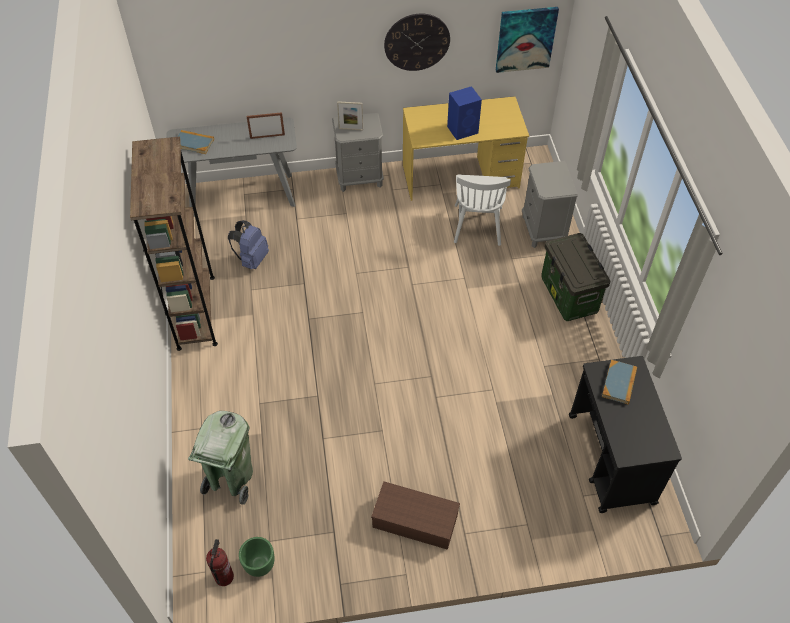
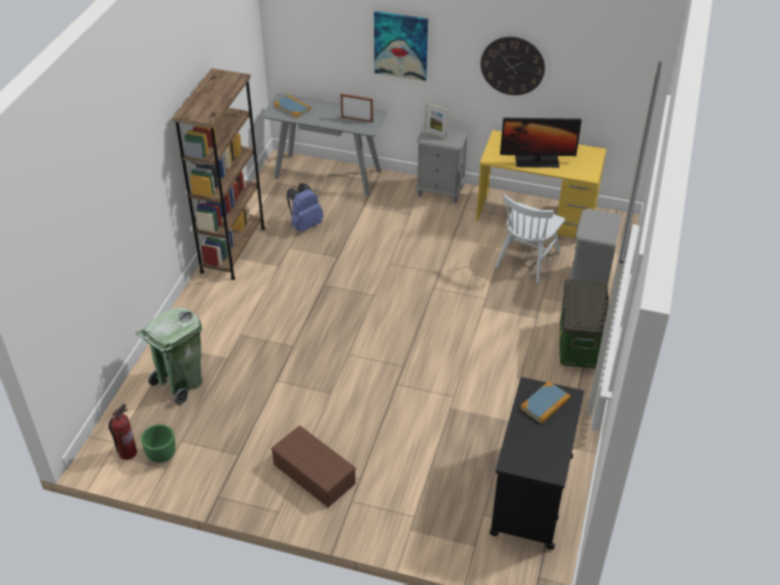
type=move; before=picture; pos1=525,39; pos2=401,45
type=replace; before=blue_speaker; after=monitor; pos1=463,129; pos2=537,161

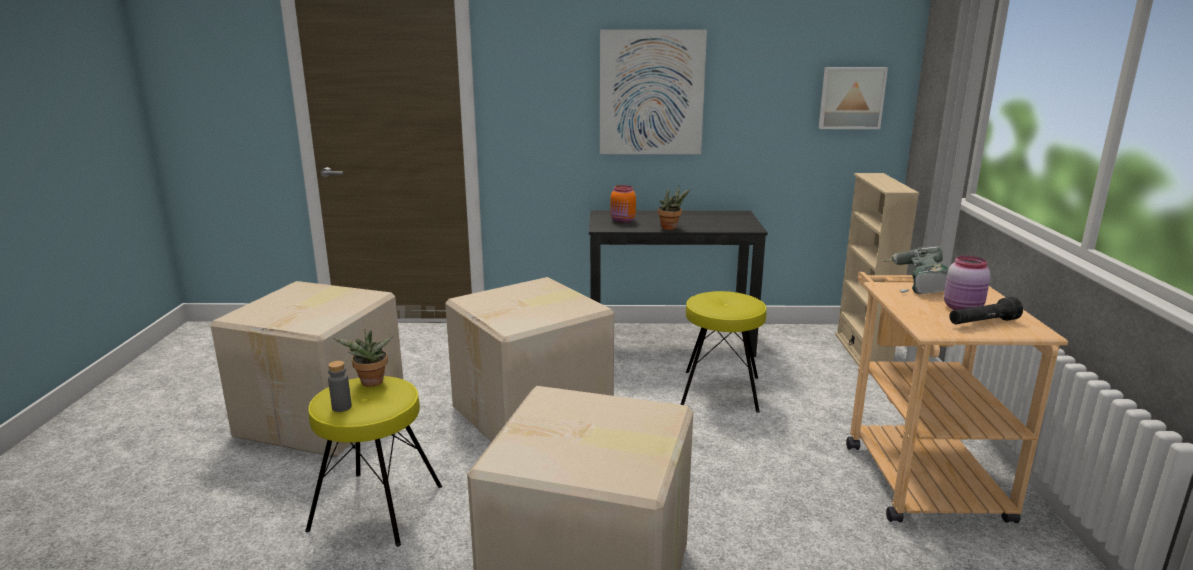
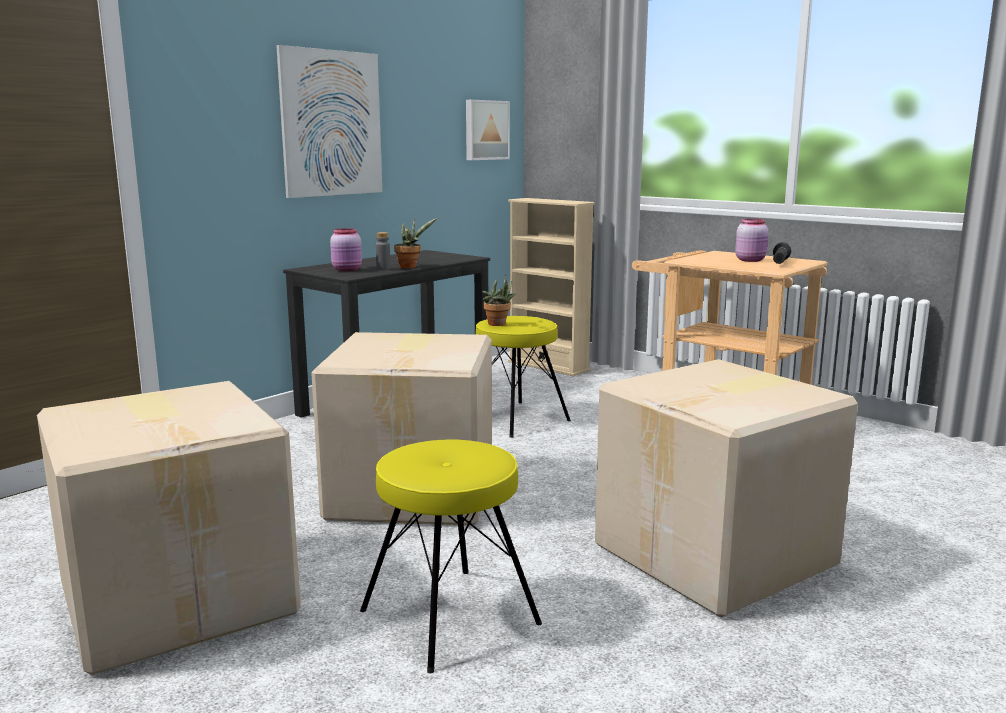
type=recolor; before=orange_jar; after=pink_jar; pos1=623,220; pos2=347,270
type=move; before=grey_bottle; pos1=341,407; pos2=383,269
type=move; before=potted_plant; pos1=371,383; pos2=498,324
type=delete; before=power_drill; pos1=916,283

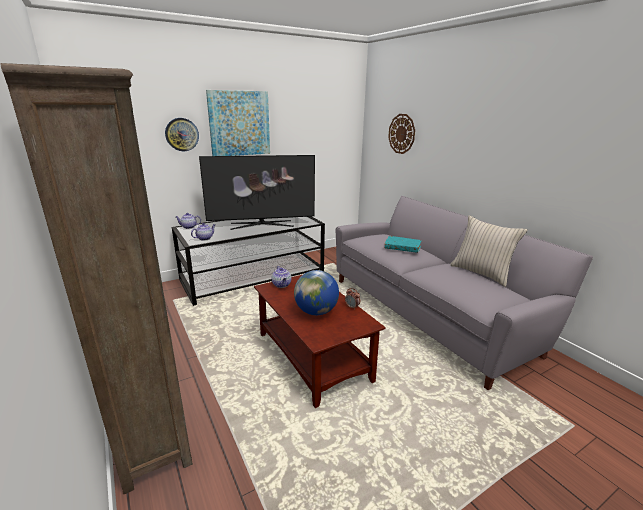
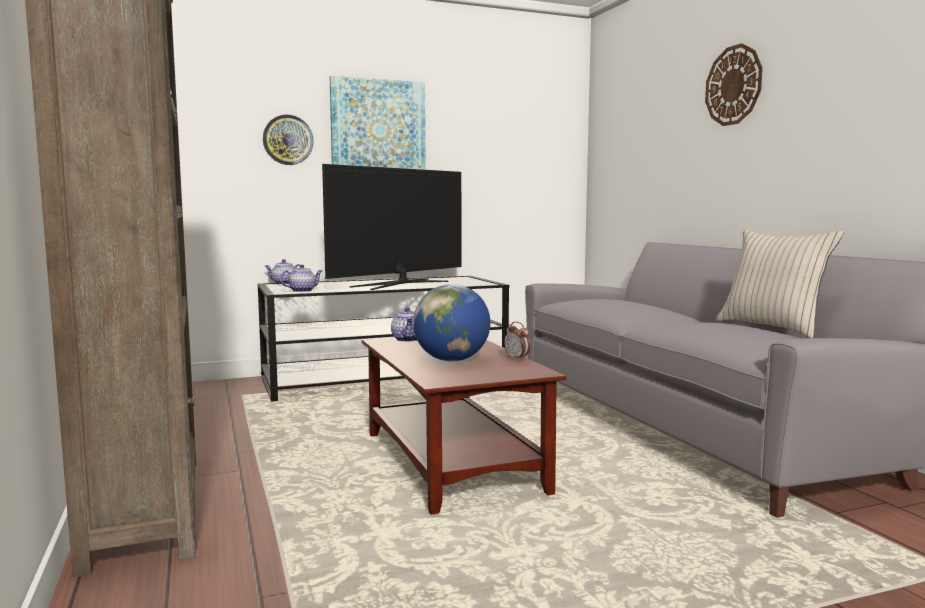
type=rotate; before=television; pos1=261,224; pos2=401,284; turn=135
type=move; before=wall_clock; pos1=401,134; pos2=733,85
type=delete; before=turquoise_book; pos1=402,248

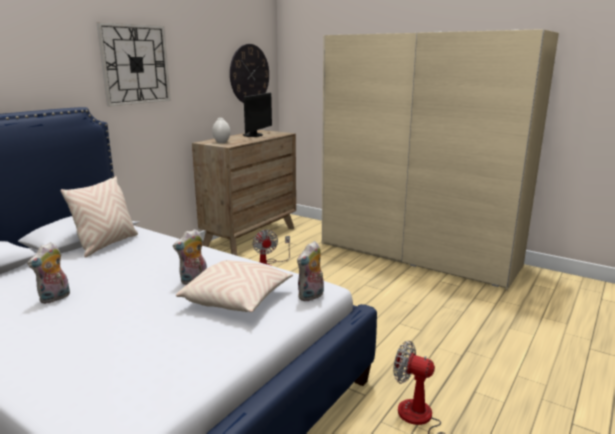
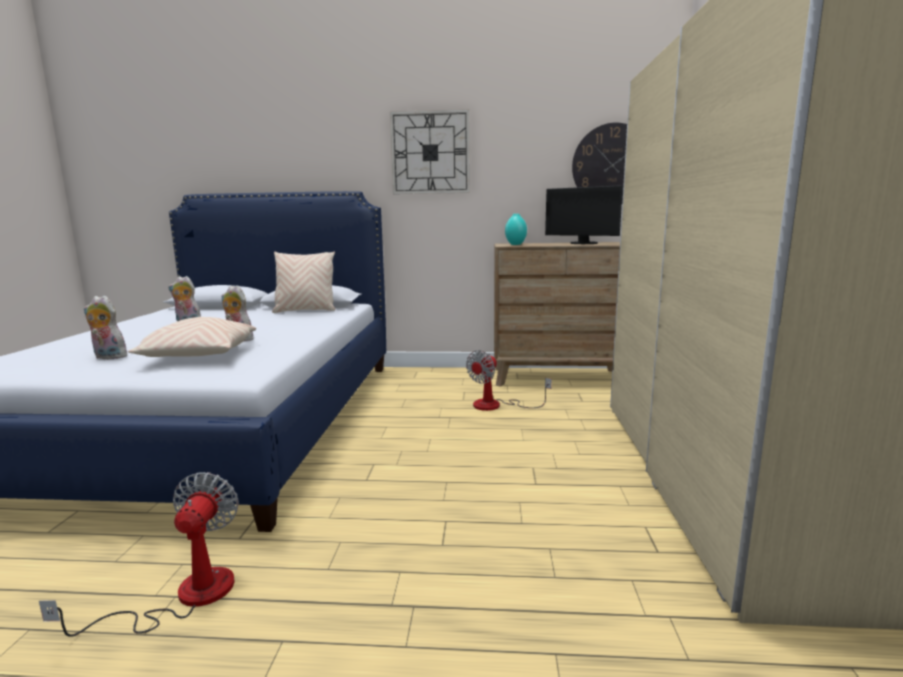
type=move; before=plush_toy; pos1=311,296; pos2=108,357
type=recolor; before=white_vase; after=turquoise_vase; pos1=221,142; pos2=515,244
type=rotate; before=monitor; pos1=255,135; pos2=582,243; turn=45

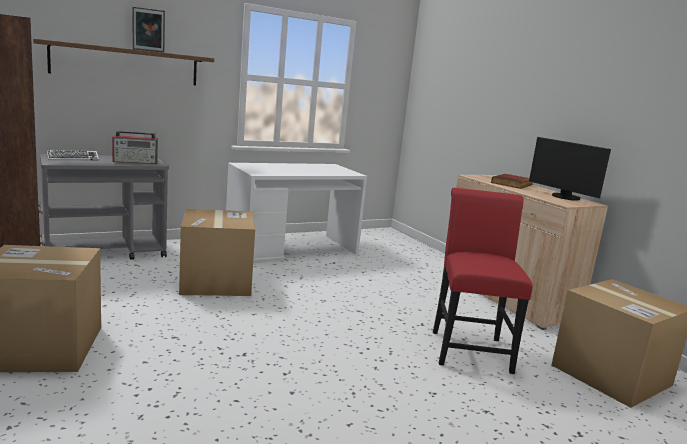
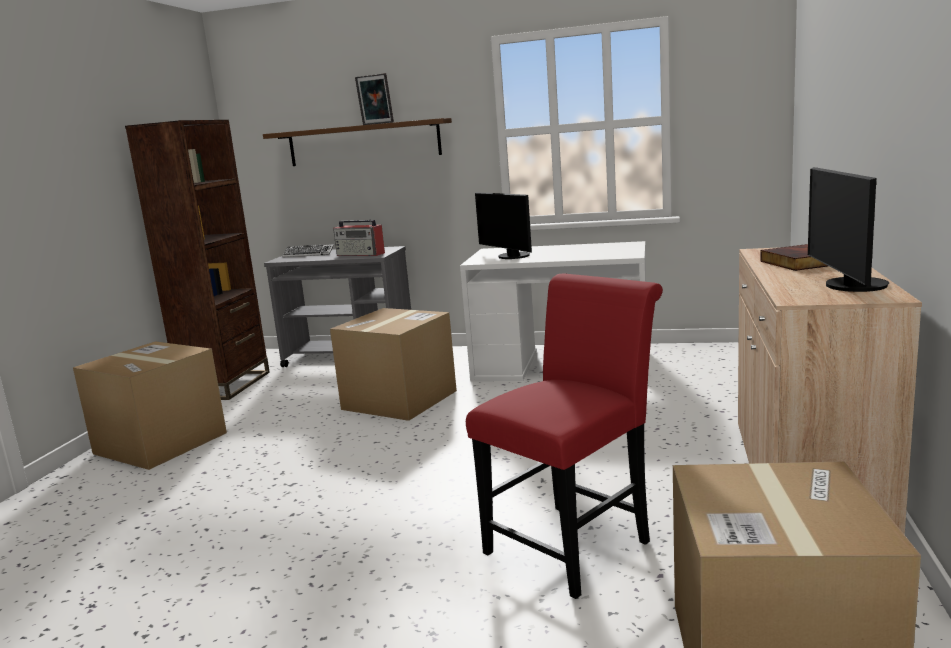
type=insert; after=monitor; pos2=511,256

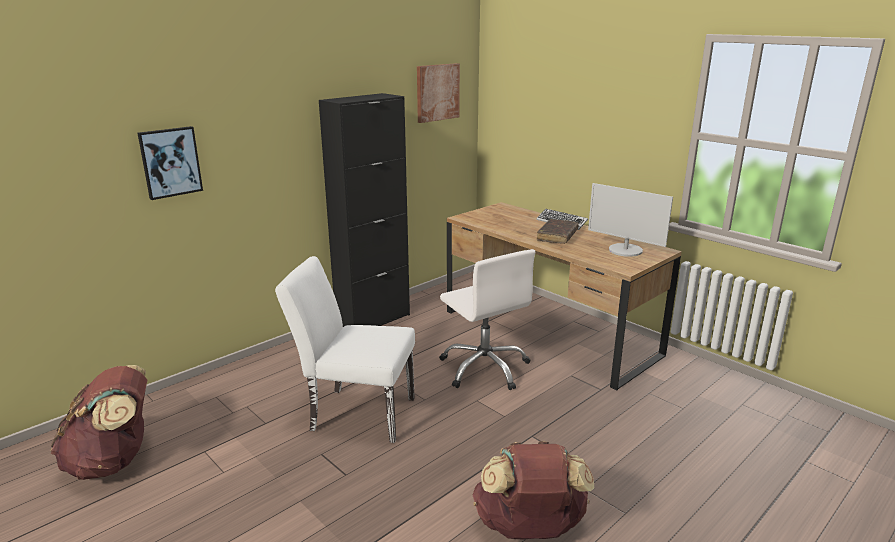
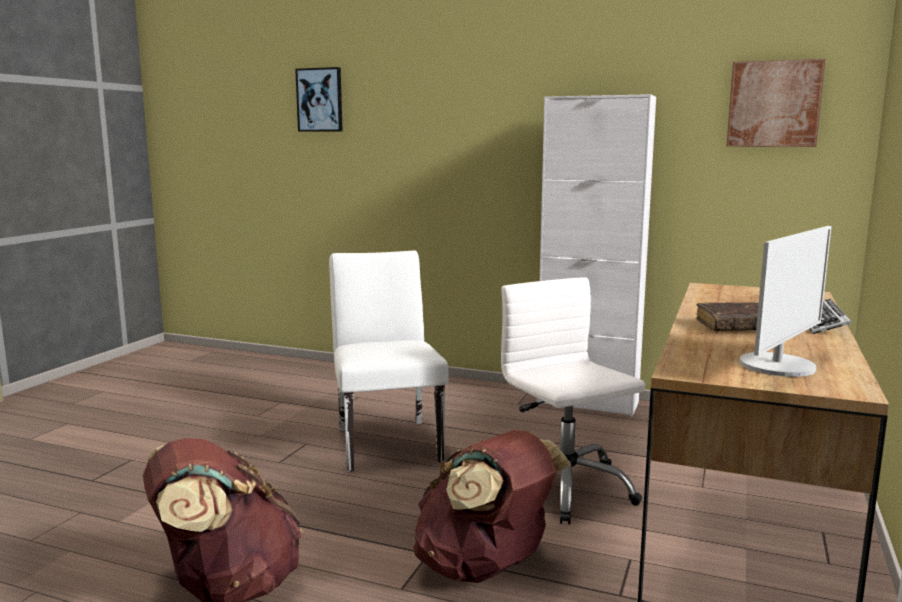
type=move; before=picture; pos1=170,162; pos2=320,100
type=move; before=brown_backpack; pos1=114,461; pos2=485,568
type=rotate; before=white_office_chair; pos1=485,368; pos2=564,488; turn=120
type=recolor; before=black_cabinet; after=white_cabinet; pos1=373,320; pos2=587,403
type=rotate; before=monitor; pos1=625,250; pos2=778,365; turn=-150

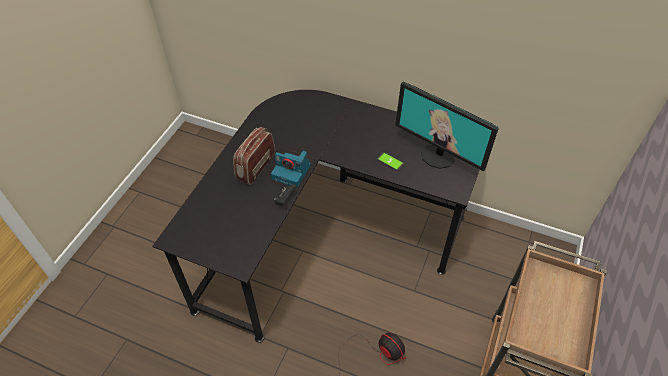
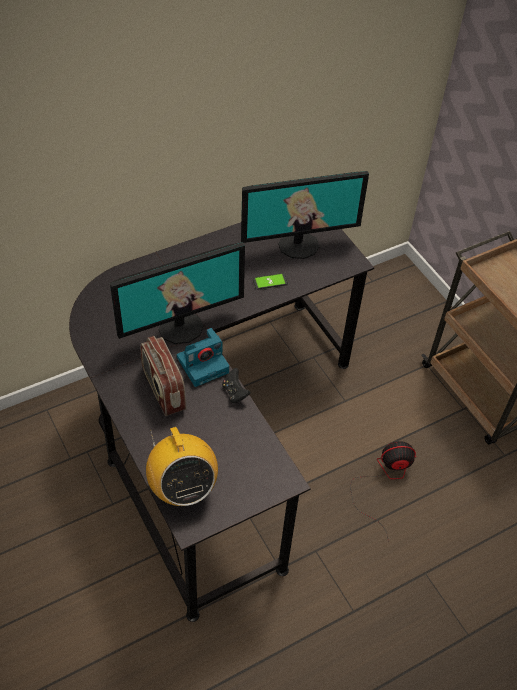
type=insert; after=monitor; pos2=180,327
type=insert; after=radio; pos2=182,488

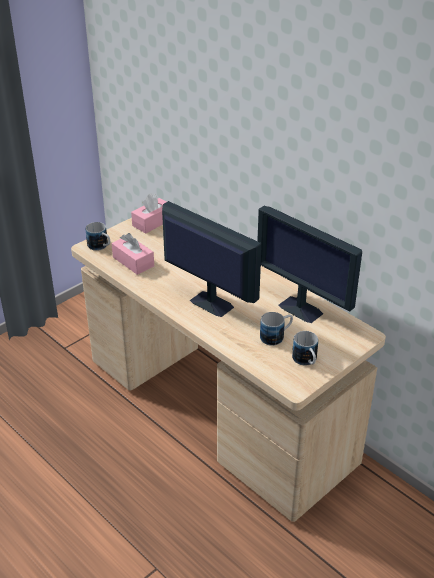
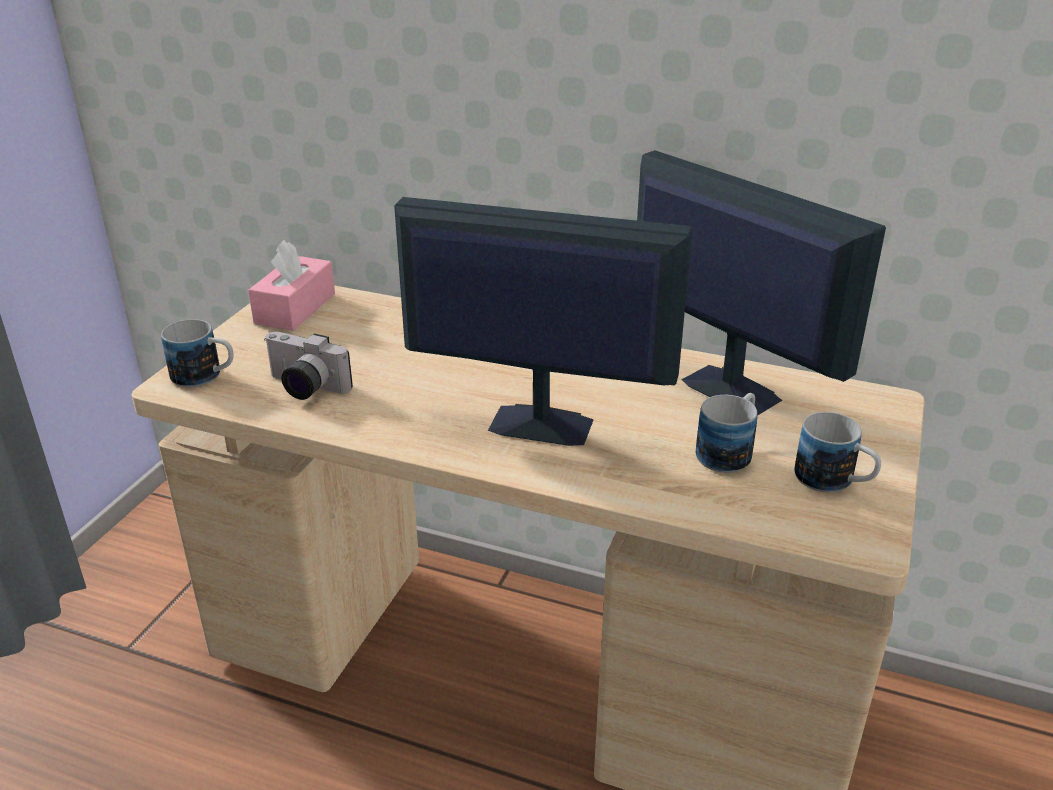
type=replace; before=pink_tissue_box; after=photo_camera; pos1=133,262; pos2=303,388
type=rotate; before=monitor; pos1=301,309; pos2=728,389; turn=-150

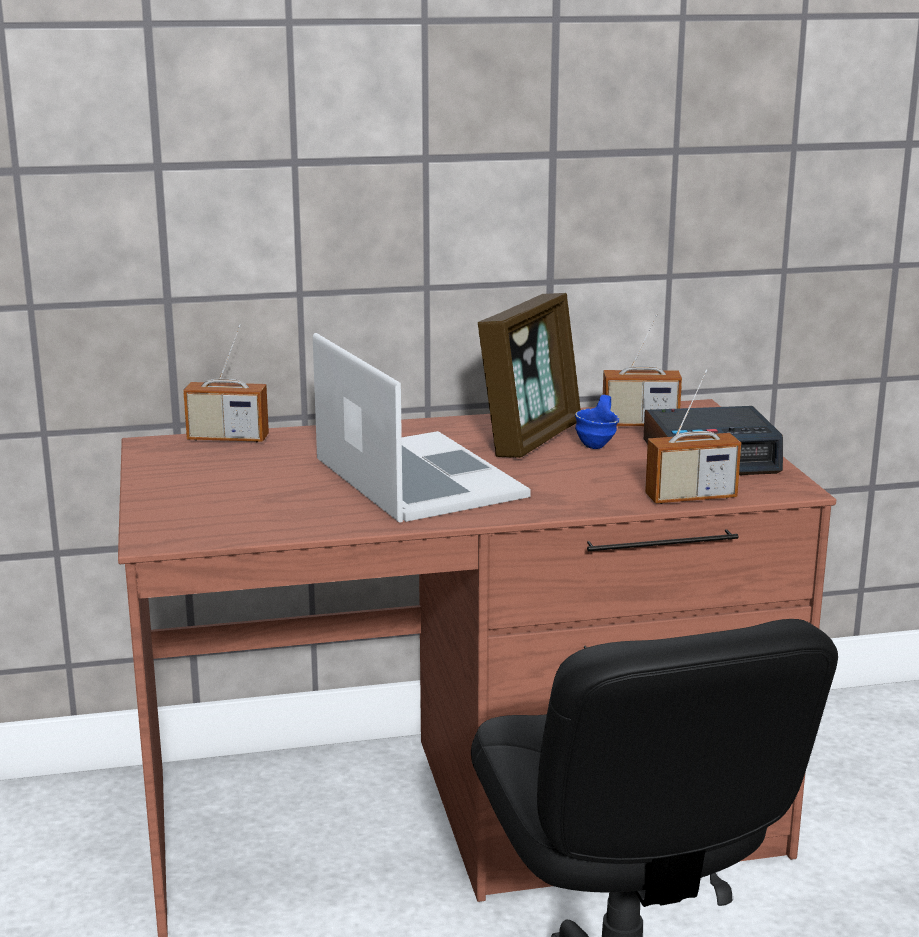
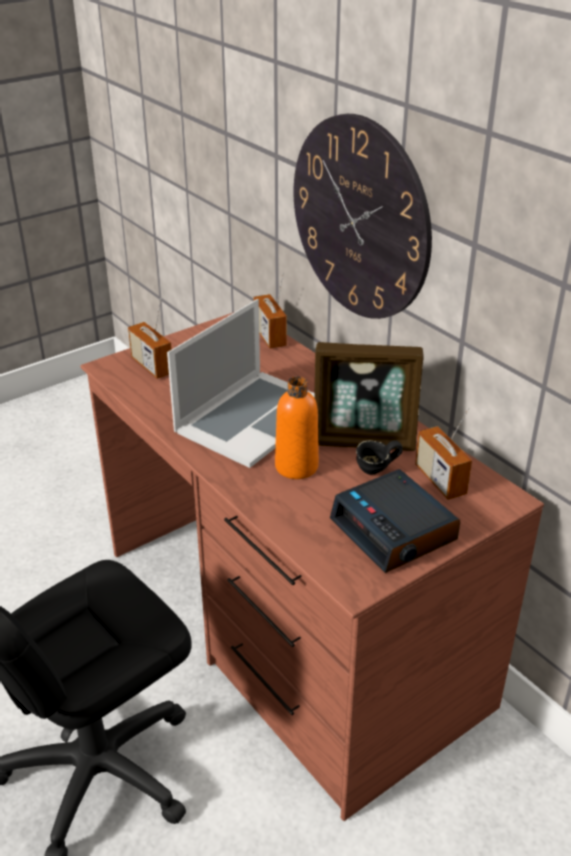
type=move; before=radio; pos1=691,497; pos2=152,366
type=insert; after=orange_bottle; pos2=296,466
type=insert; after=wall_clock; pos2=360,219
type=recolor; before=blue_mug; after=black_mug; pos1=599,445; pos2=375,472

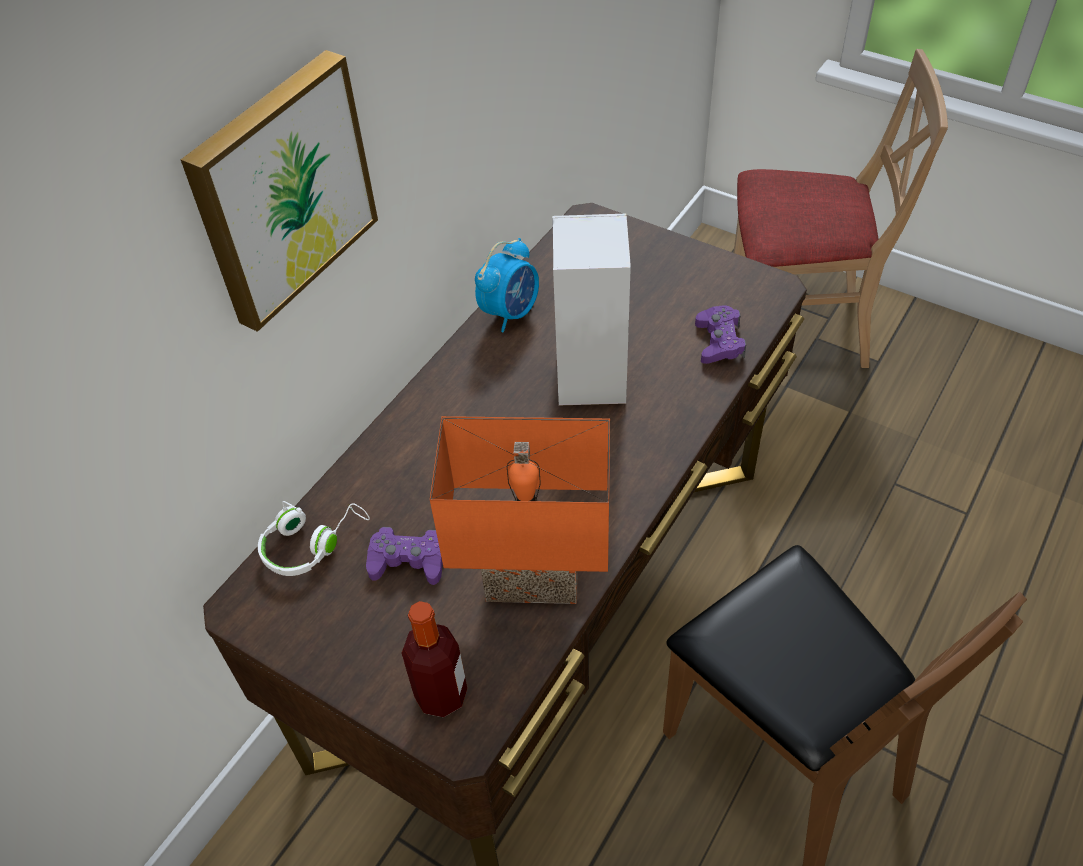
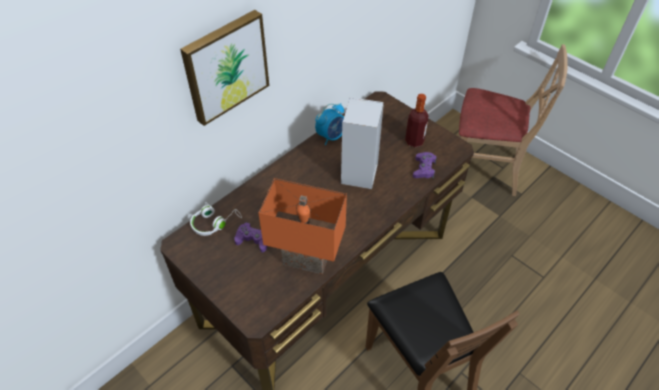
type=move; before=bottle; pos1=441,694; pos2=414,141

